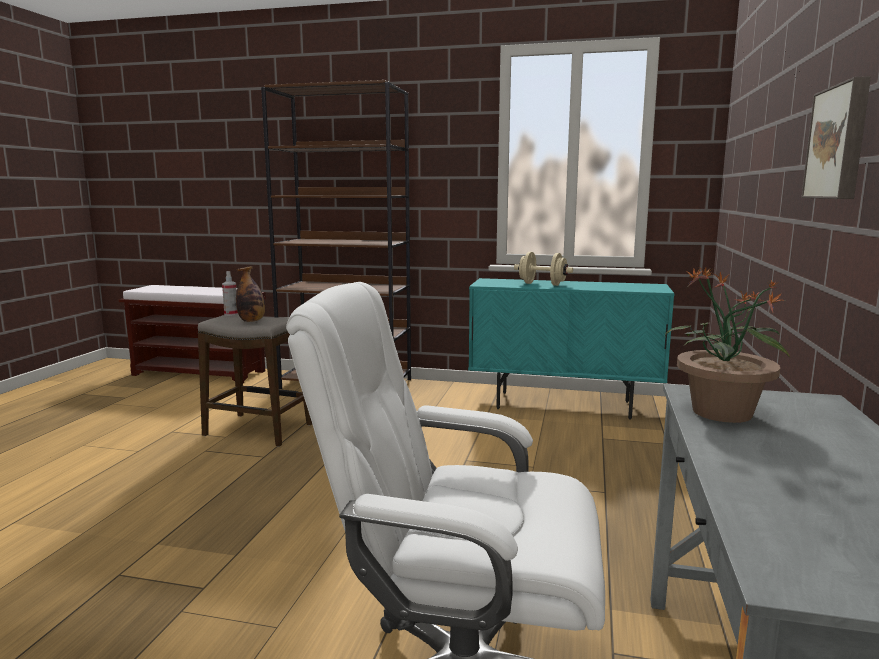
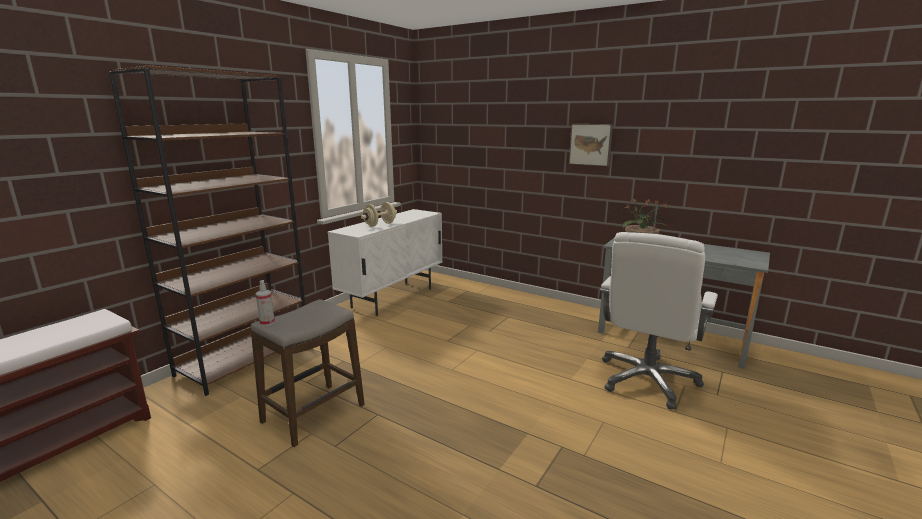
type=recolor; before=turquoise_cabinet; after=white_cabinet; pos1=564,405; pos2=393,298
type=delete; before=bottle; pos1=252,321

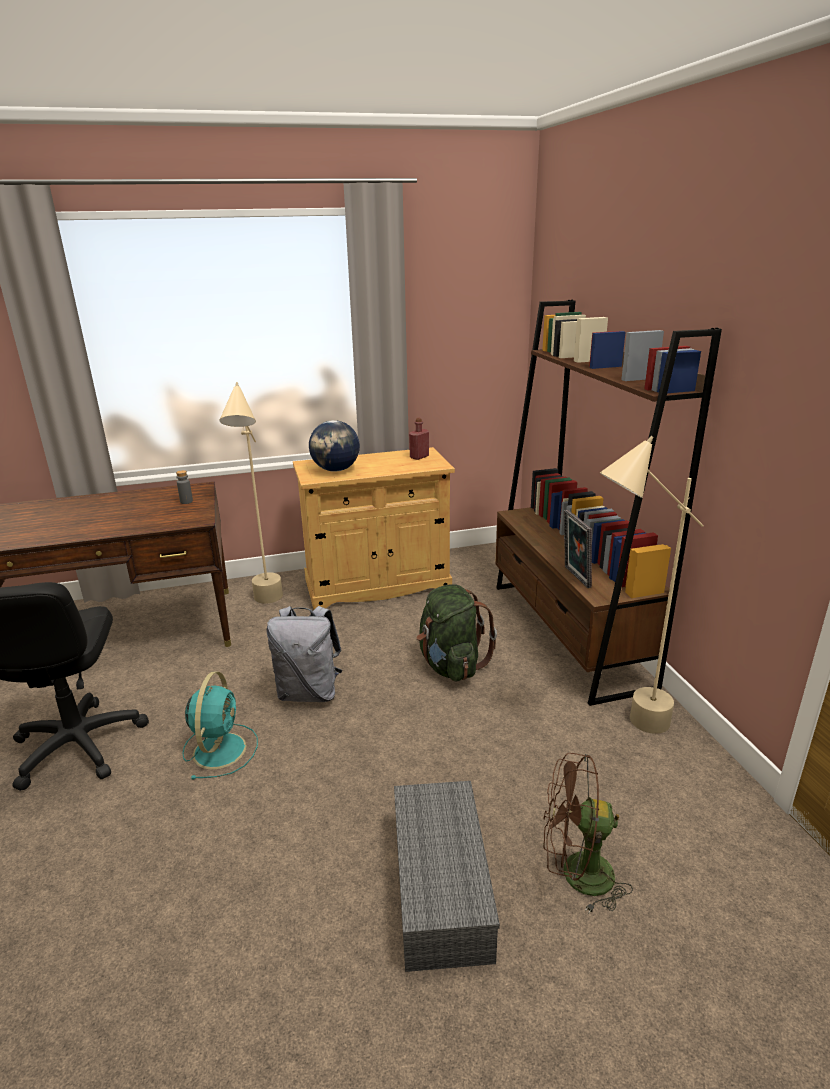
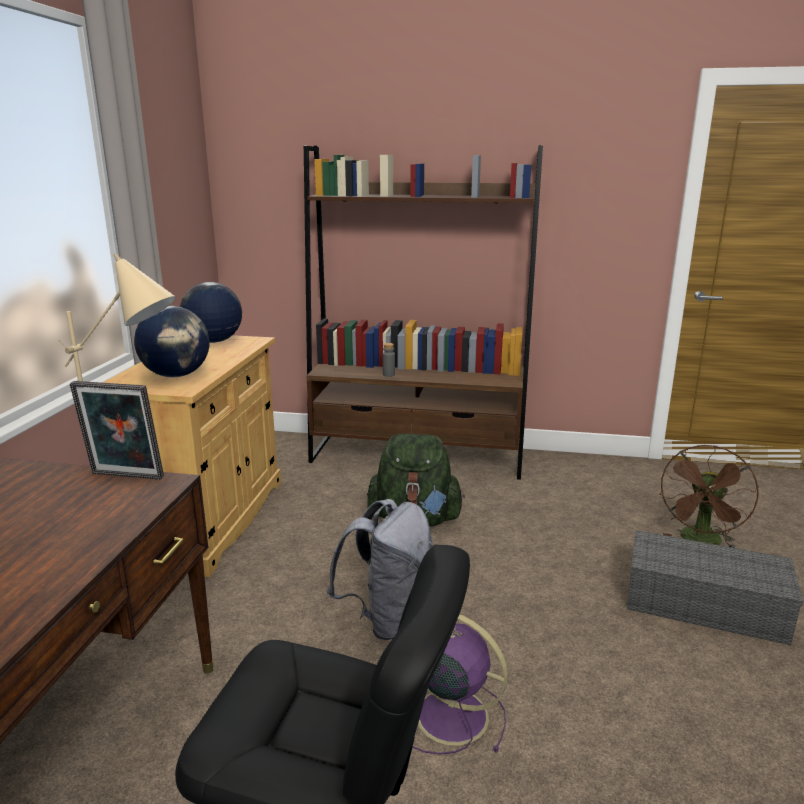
type=move; before=picture_frame; pos1=574,577; pos2=125,477
type=replace; before=red_bottle; after=globe; pos1=419,457; pos2=213,341
type=move; before=grey_bottle; pos1=186,501; pos2=388,374
type=recolor; before=turquoise_fan; after=purple_fan; pos1=220,749; pos2=449,714
type=delete; before=beige_floor_lamp; pos1=623,729

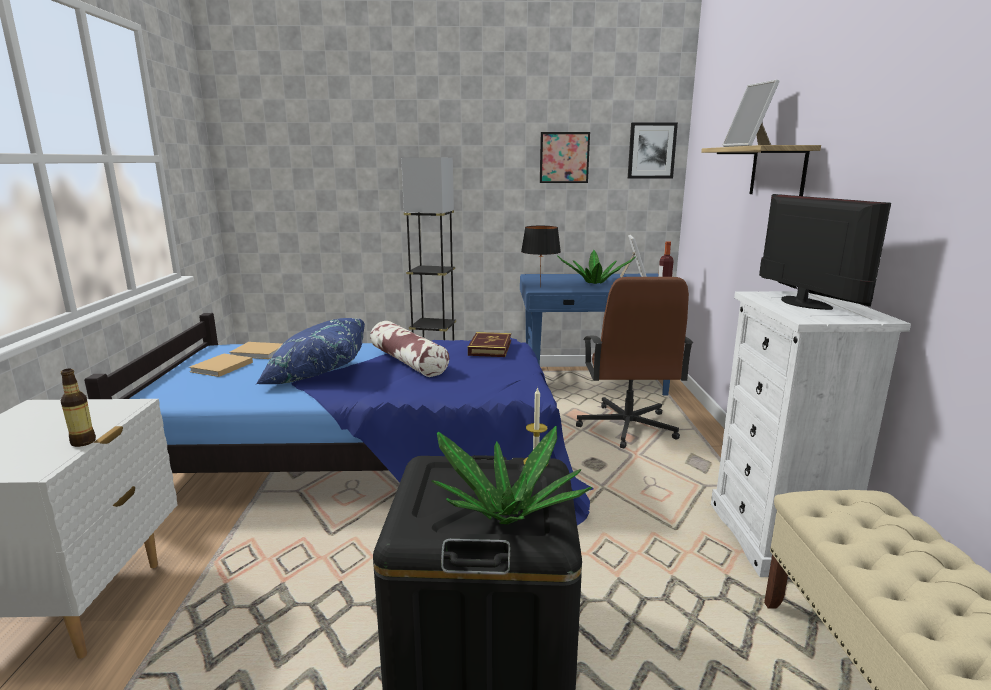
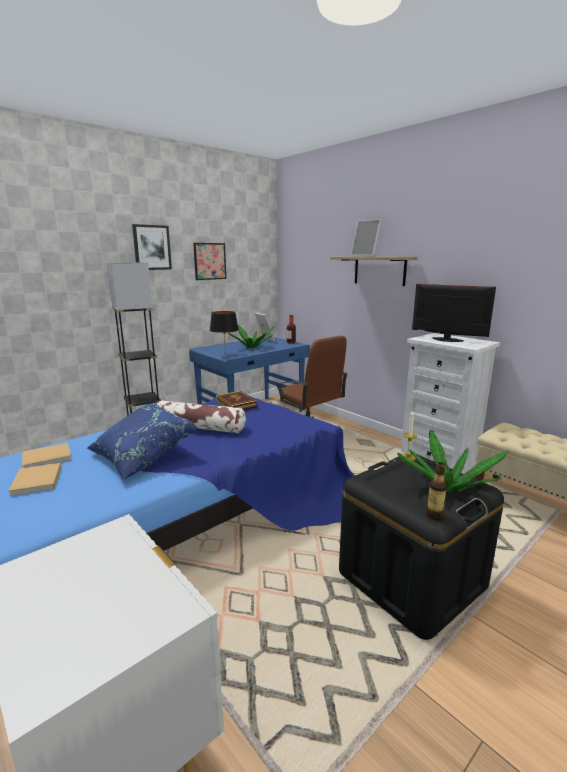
type=move; before=picture; pos1=651,150; pos2=152,247
type=move; before=bottle; pos1=83,442; pos2=434,515

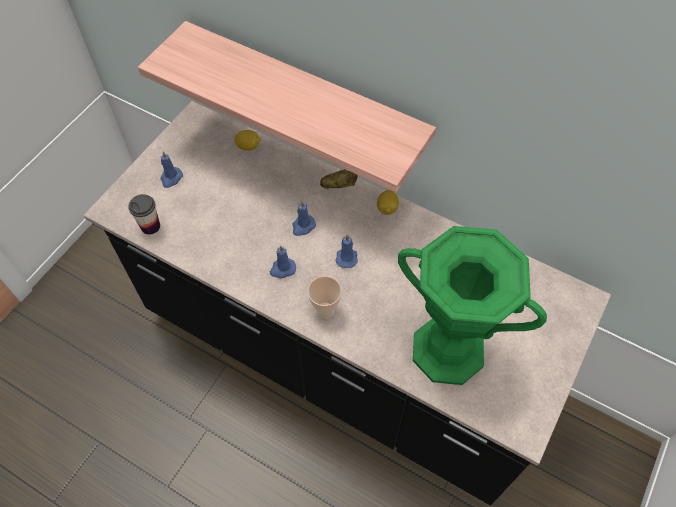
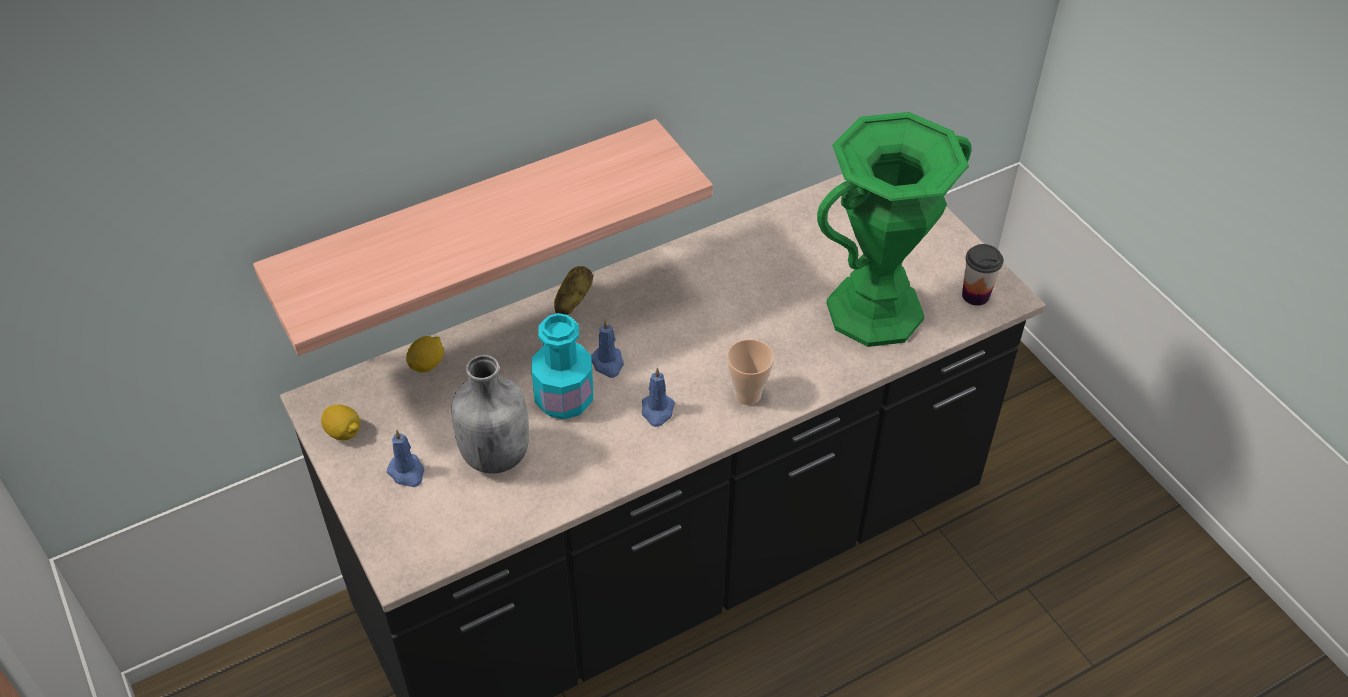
type=move; before=lemon; pos1=387,208; pos2=343,432
type=insert; after=grey_bottle; pos2=495,454
type=insert; after=turquoise_bottle; pos2=564,399
type=move; before=cup; pos1=150,226; pos2=975,295
type=delete; before=blue_candle; pos1=346,257

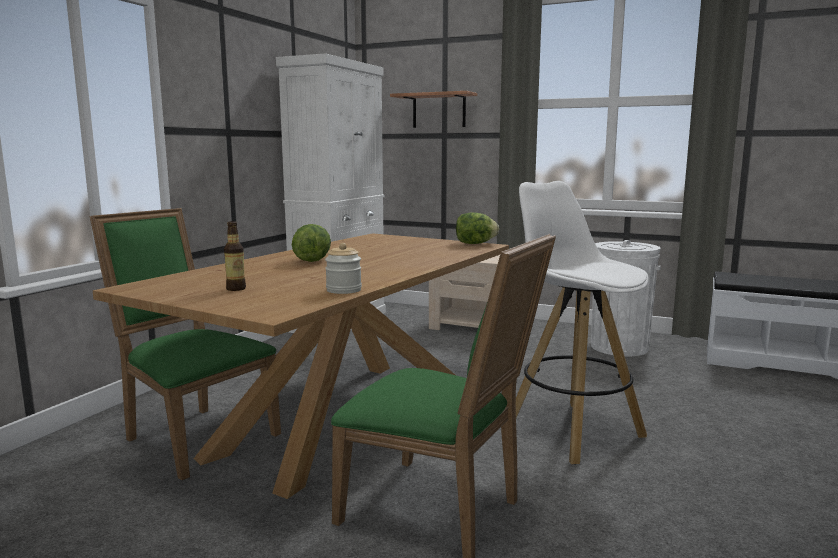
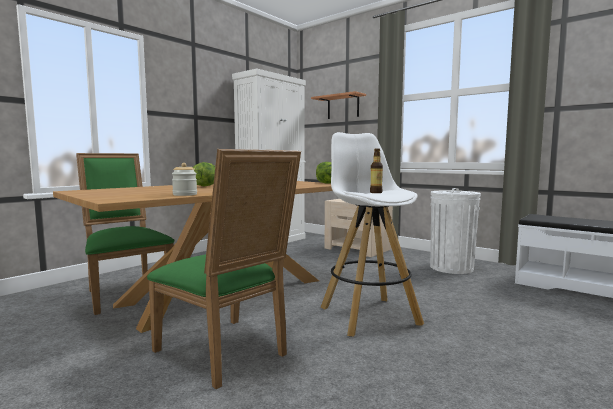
type=move; before=bottle; pos1=236,289; pos2=376,192

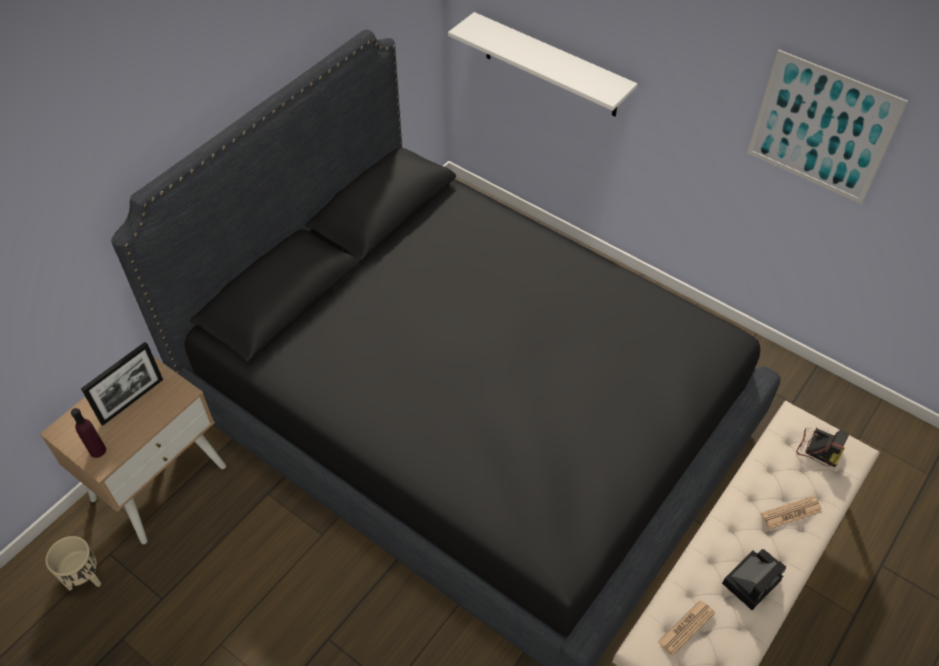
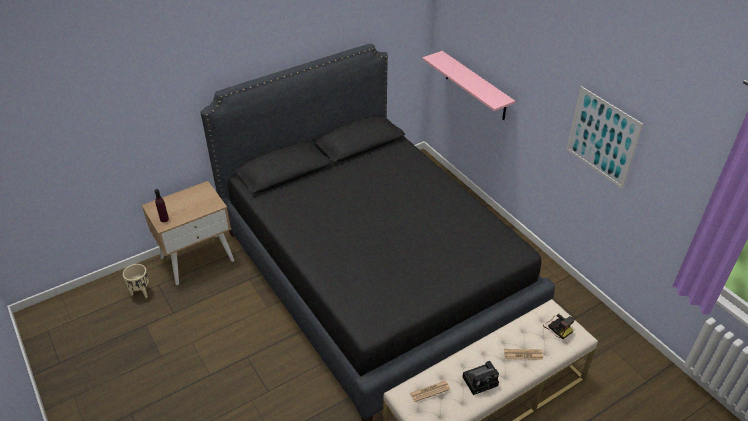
type=recolor; before=white_shelf; after=pink_shelf; pos1=551,66; pos2=475,86
type=delete; before=picture_frame; pos1=132,401

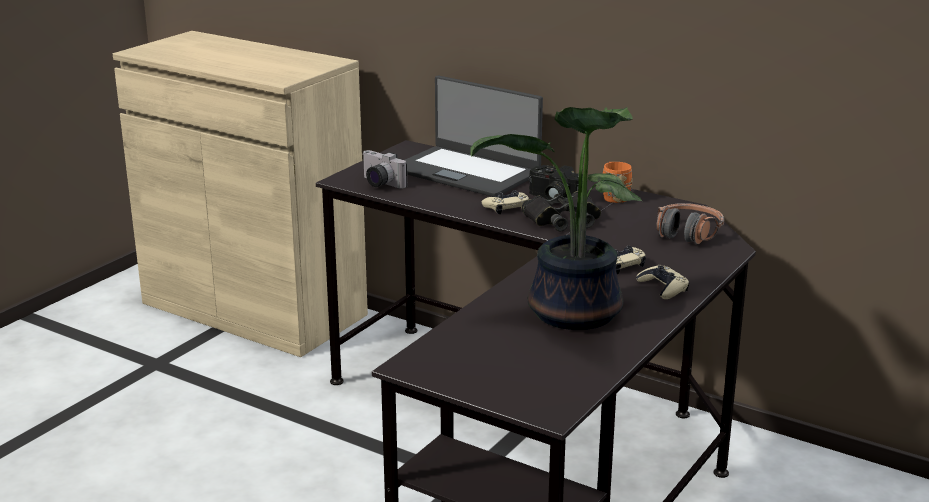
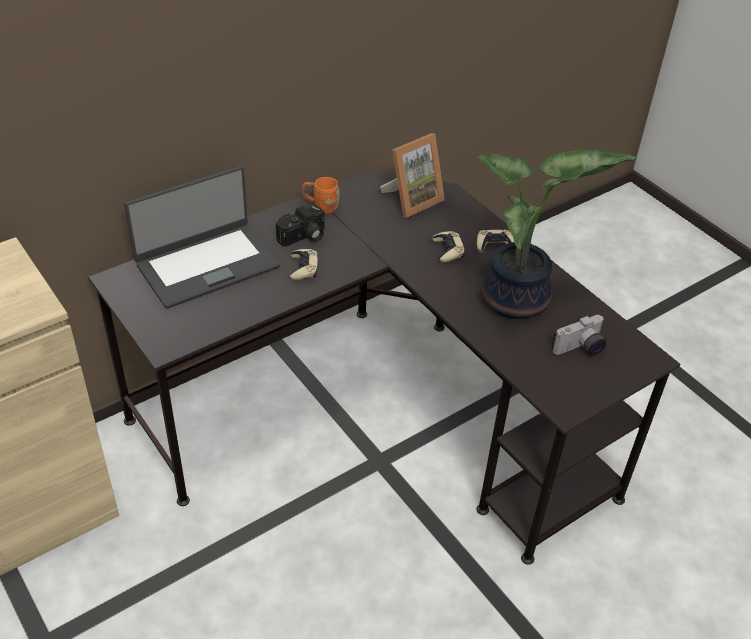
type=replace; before=headphones; after=picture_frame; pos1=687,233; pos2=412,199
type=move; before=photo_camera; pos1=379,183; pos2=580,349
type=delete; before=black_binoculars; pos1=563,220

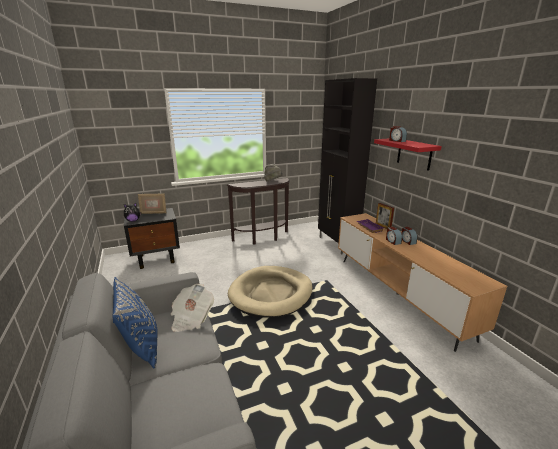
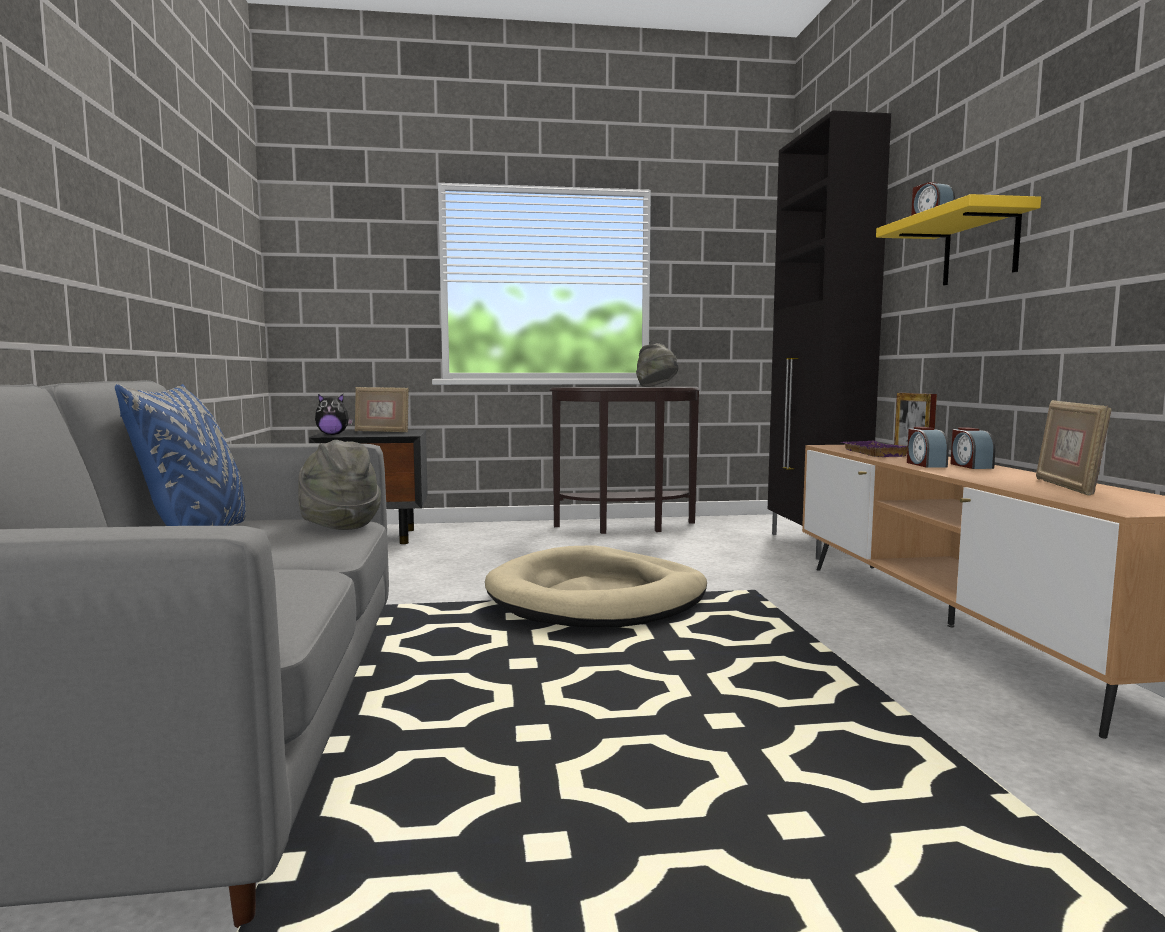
type=replace; before=newspaper; after=grey_hat; pos1=191,318; pos2=338,524
type=recolor; before=red_shelf; after=yellow_shelf; pos1=414,154; pos2=980,247
type=insert; after=picture_frame; pos2=1067,487

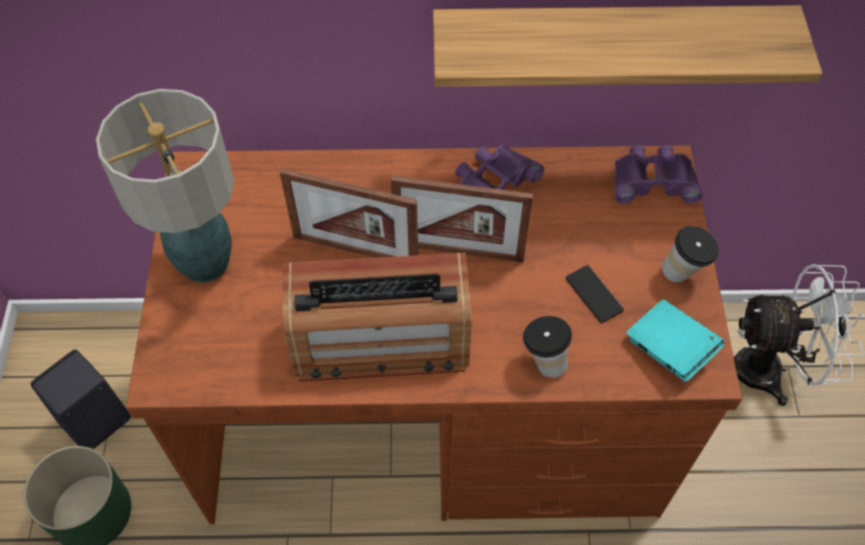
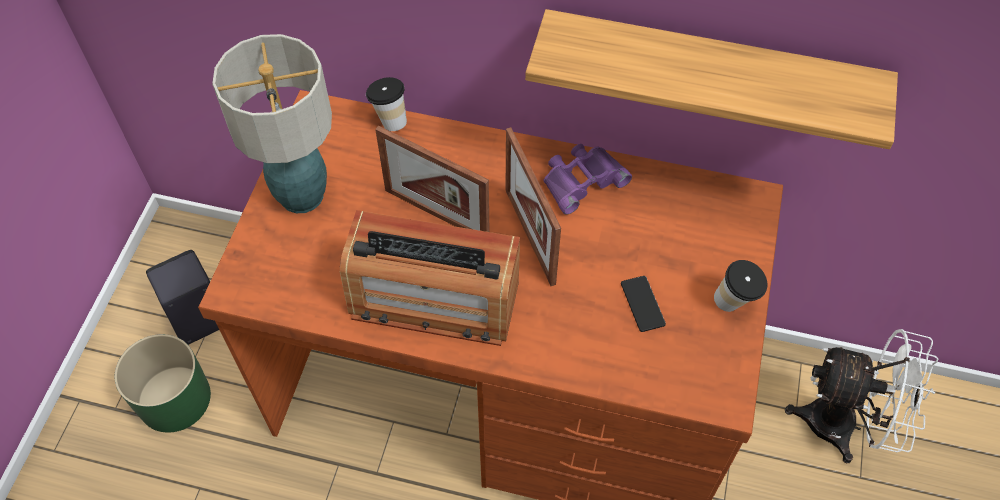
type=move; before=cup; pos1=543,362; pos2=390,120
type=rotate; before=picture_frame; pos1=459,251; pos2=529,236; turn=45
type=delete; before=purple_binoculars; pos1=653,180
type=delete; before=turquoise_book; pos1=669,349

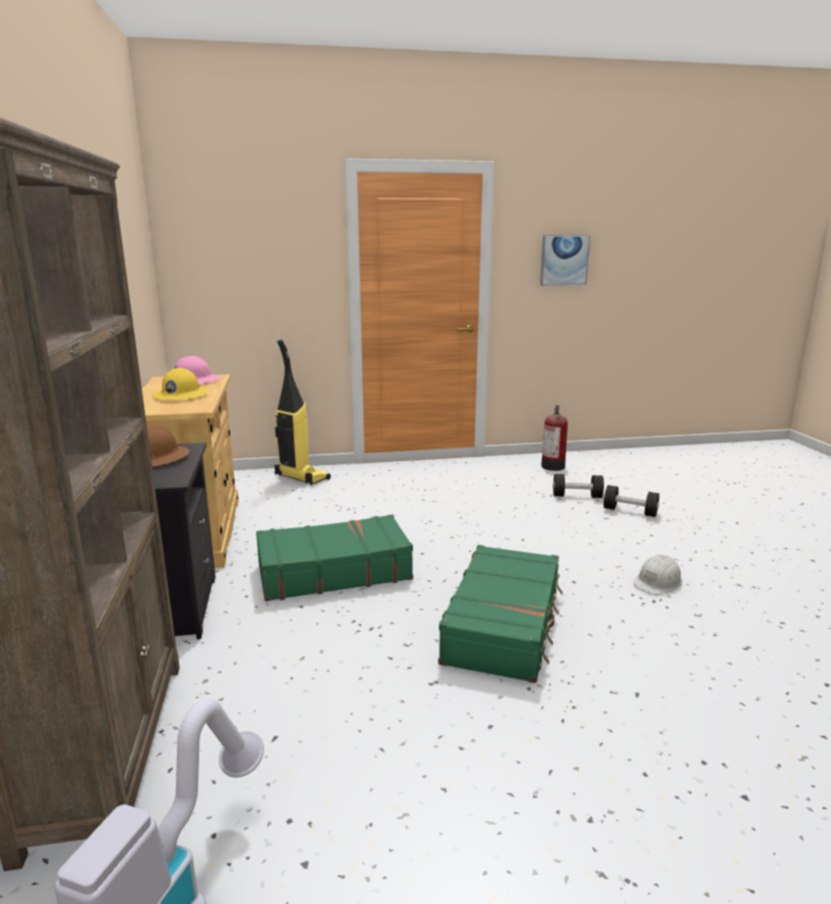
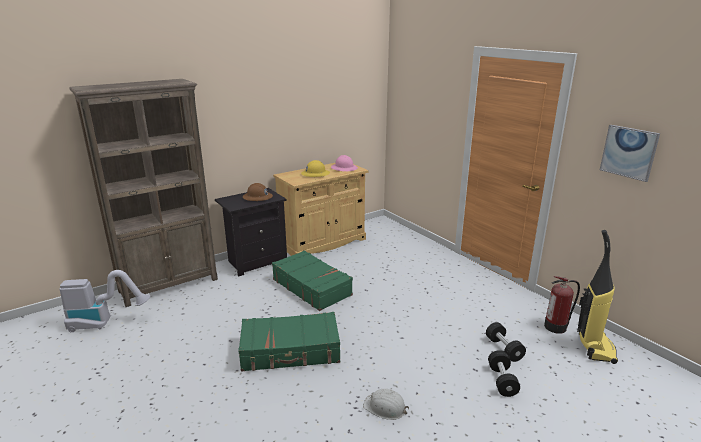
type=move; before=vacuum_cleaner; pos1=301,477; pos2=594,347

